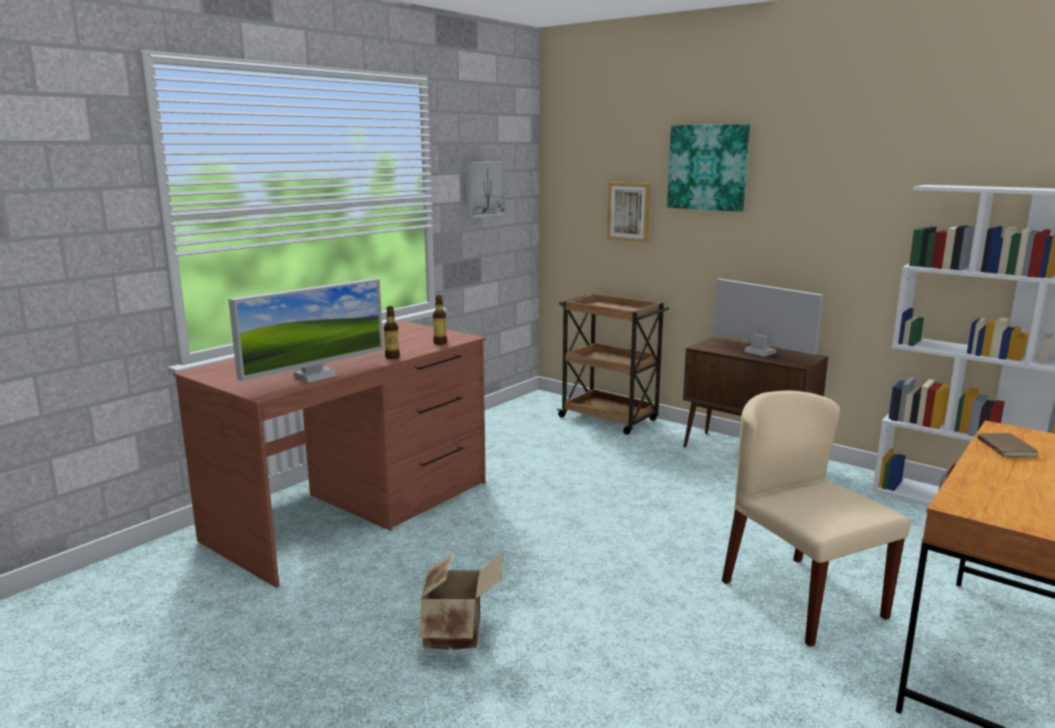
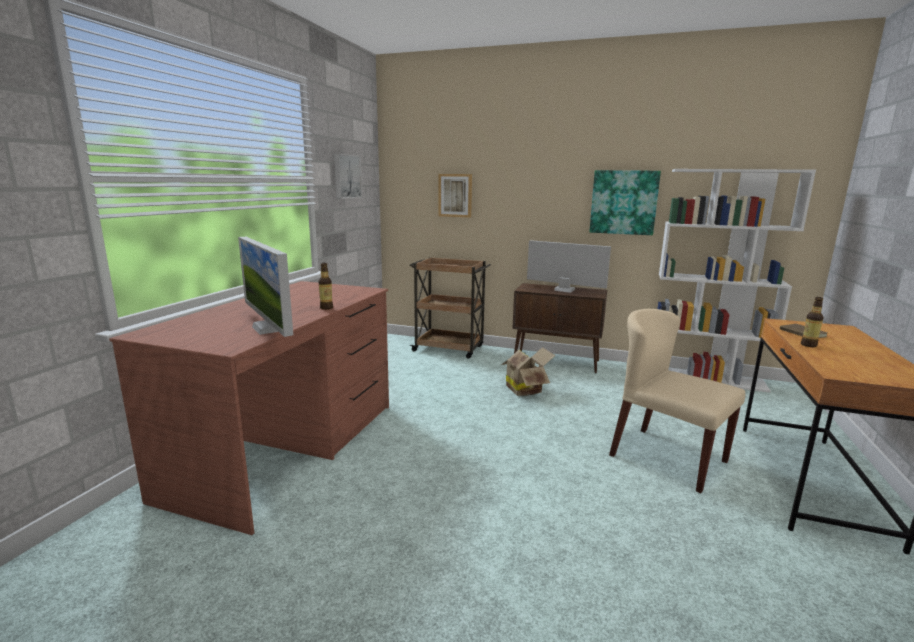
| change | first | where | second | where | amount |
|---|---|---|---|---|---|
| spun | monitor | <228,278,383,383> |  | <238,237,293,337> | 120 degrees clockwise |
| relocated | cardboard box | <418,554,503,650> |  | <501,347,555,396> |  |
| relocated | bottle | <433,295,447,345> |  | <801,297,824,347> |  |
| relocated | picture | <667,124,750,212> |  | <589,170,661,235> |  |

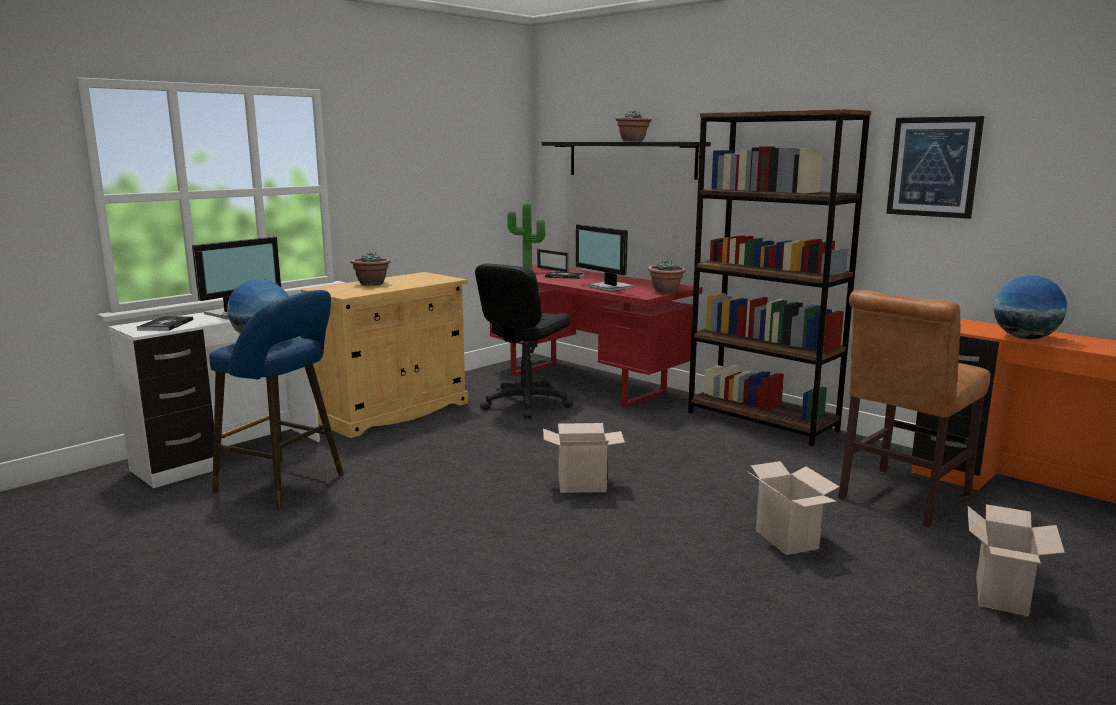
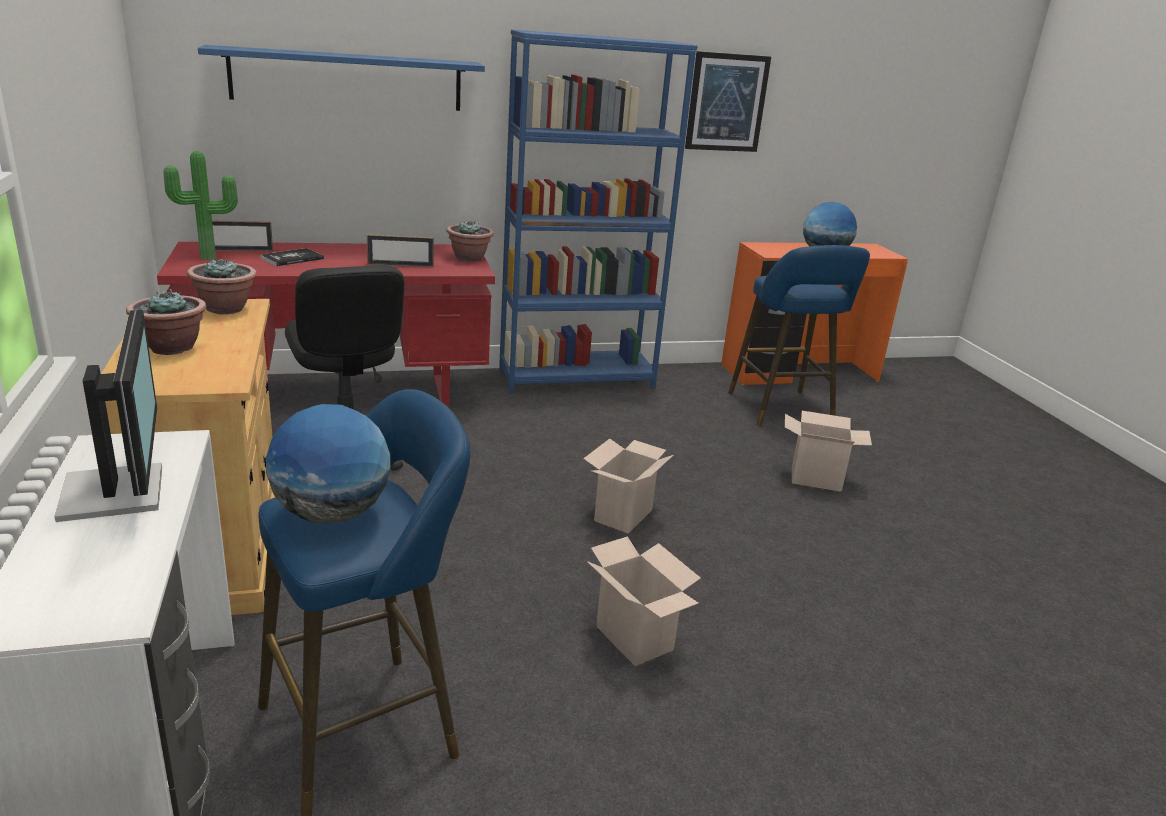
| change | first | where | second | where | amount |
|---|---|---|---|---|---|
| missing | book | <137,316,193,331> |  |  |  |
| colour | shelf (black) | <542,142,711,180> | shelf (blue) | <198,45,485,111> |  |
| exchanged | monitor | <576,224,634,291> | picture frame | <367,234,434,268> |  |
| relocated | potted plant | <616,111,652,142> |  | <187,258,257,314> |  |
| colour | bookcase (brown) | <688,109,871,446> | bookcase (blue) | <499,29,698,394> |  |
| exchanged | chair (brown) | <838,290,991,528> | stool (blue) | <728,245,870,426> |  |
| relocated | cardboard box | <967,504,1065,616> |  | <587,537,701,666> |  |

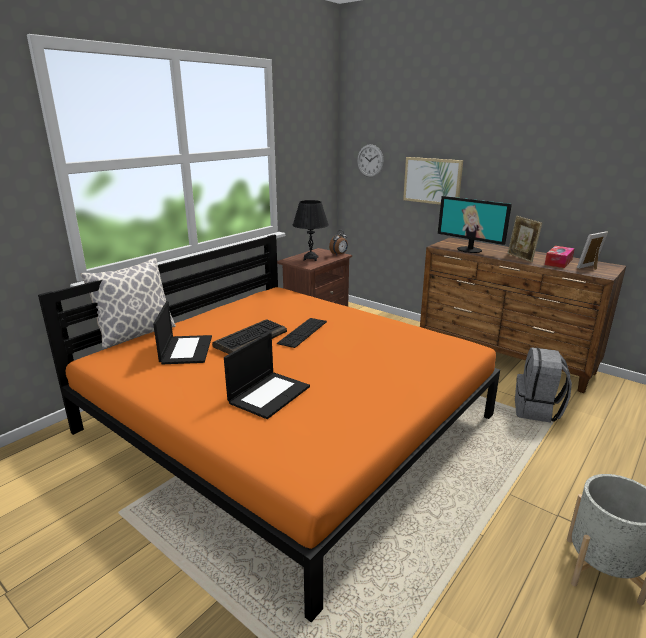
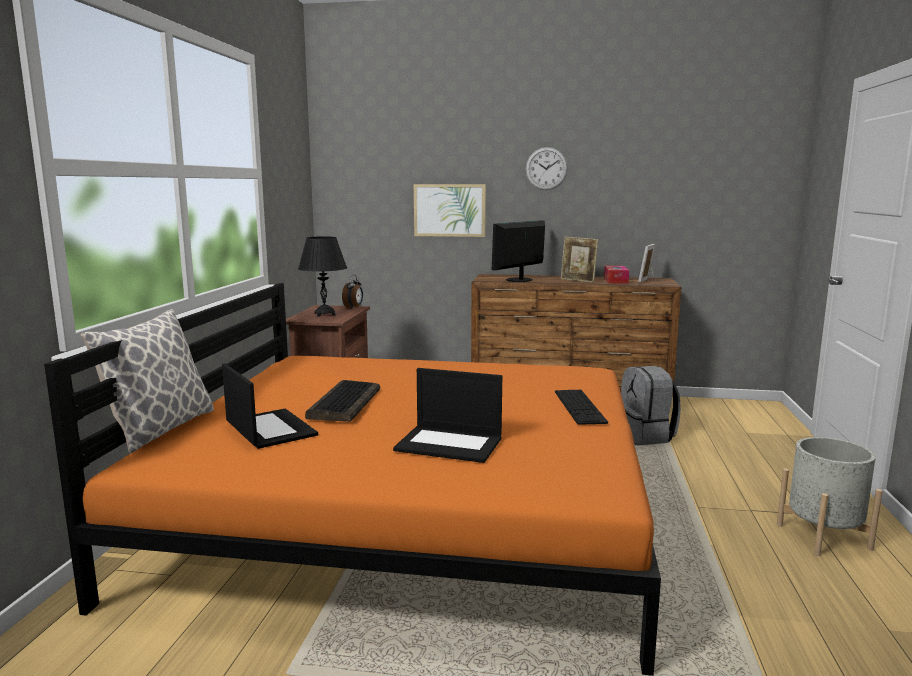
| change | first | where | second | where | amount |
|---|---|---|---|---|---|
| spun | laptop | <224,332,310,419> |  | <393,368,502,463> | 105 degrees clockwise |
| relocated | keyboard | <277,318,327,348> |  | <555,390,608,425> |  |
| relocated | wall clock | <357,144,384,177> |  | <526,147,568,190> |  |
| spun | monitor | <438,196,512,253> |  | <492,220,545,282> | 120 degrees clockwise |

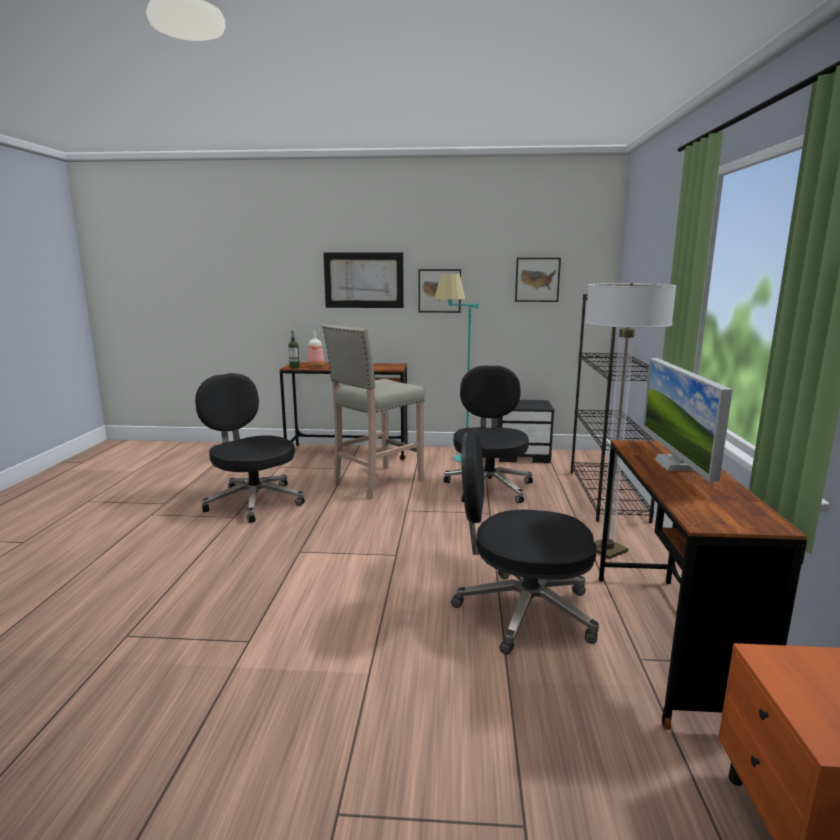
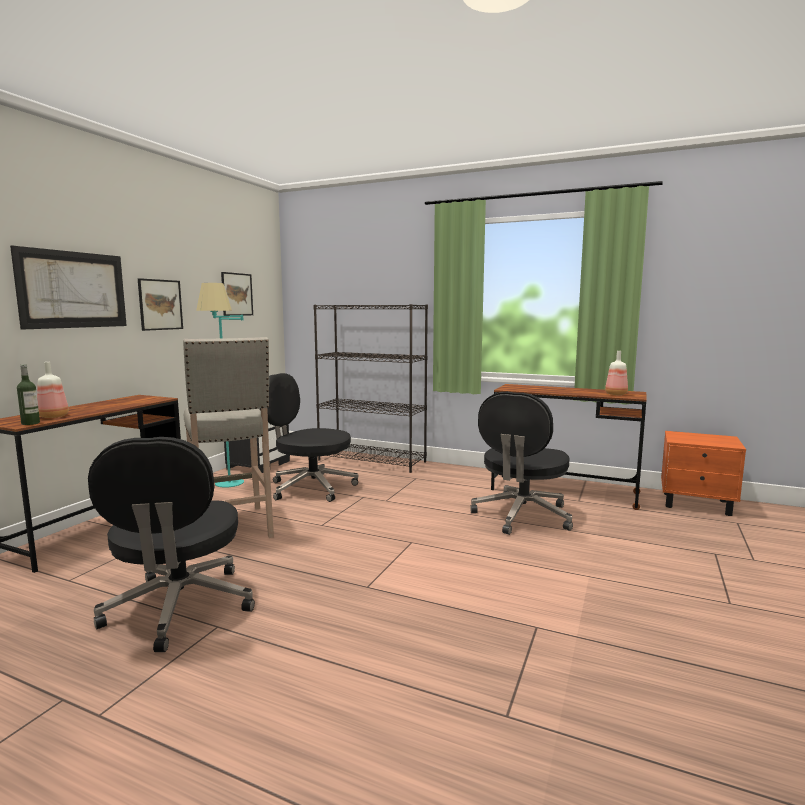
| change | first | where | second | where | amount |
|---|---|---|---|---|---|
| spun | office chair (black) | <195,373,305,523> |  | <88,437,255,652> | 75 degrees counterclockwise |
| missing | floor lamp | <585,283,677,559> |  |  |  |
| missing | monitor | <642,358,733,482> |  |  |  |
| appeared |  |  | bottle | <605,351,628,395> |  |

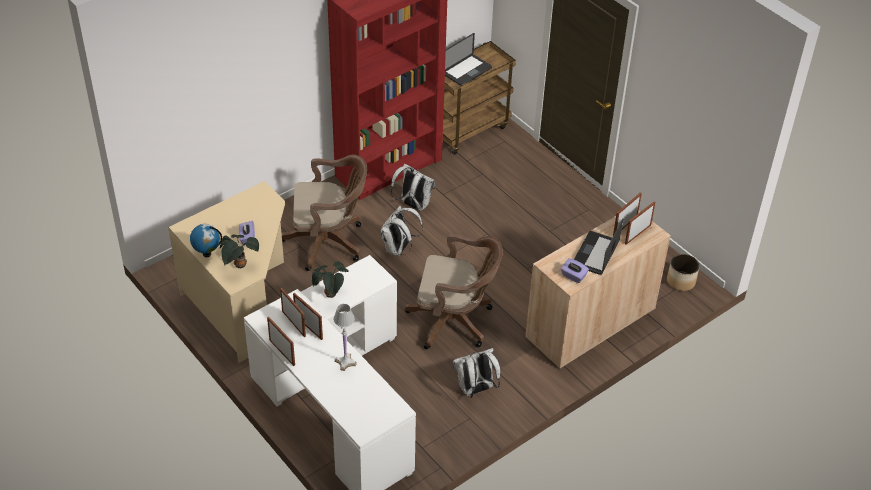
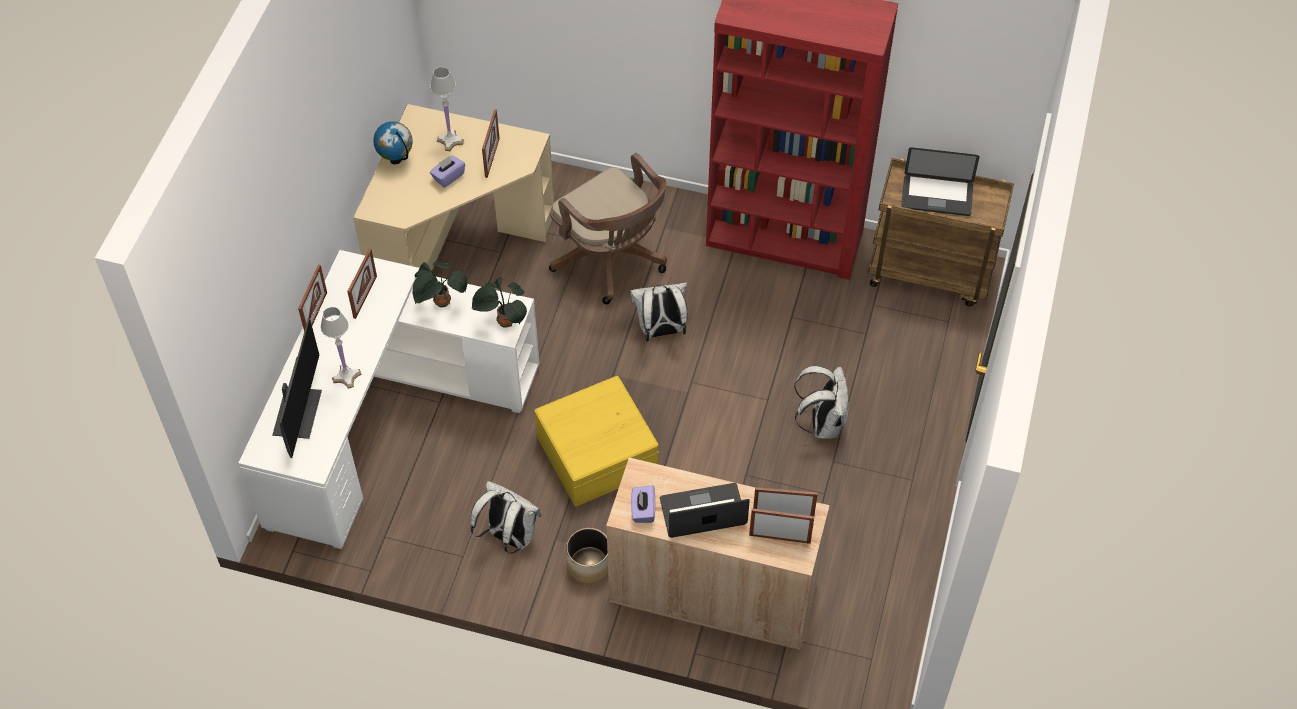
| change | first | where | second | where | amount |
|---|---|---|---|---|---|
| relocated | potted plant | <220,235,259,268> |  | <471,277,527,328> |  |
| relocated | picture frame | <293,293,323,340> |  | <482,109,500,178> |  |
| relocated | backpack (white) | <391,164,435,211> |  | <794,366,849,439> |  |
| exchanged | office chair (brown) | <405,234,503,349> | storage box (yellow) | <535,376,659,506> |  |
| relocated | planter | <667,254,699,291> |  | <566,528,608,584> |  |
| appeared |  |  | monitor | <272,318,322,458> |  |
| appeared |  |  | table lamp (white) | <430,67,464,151> |  |

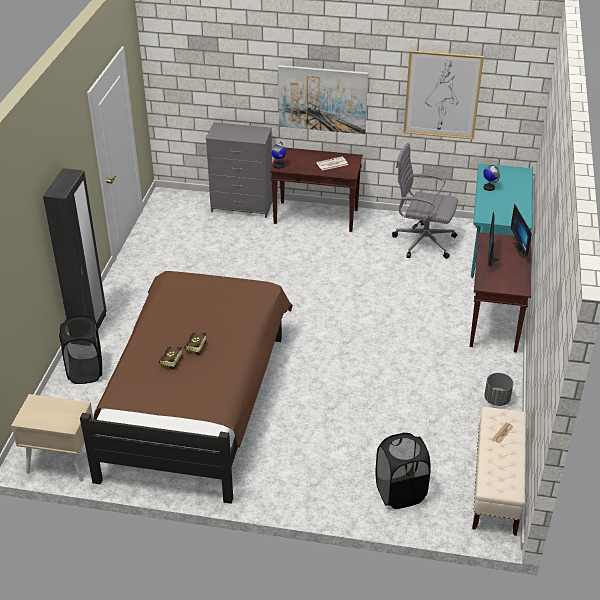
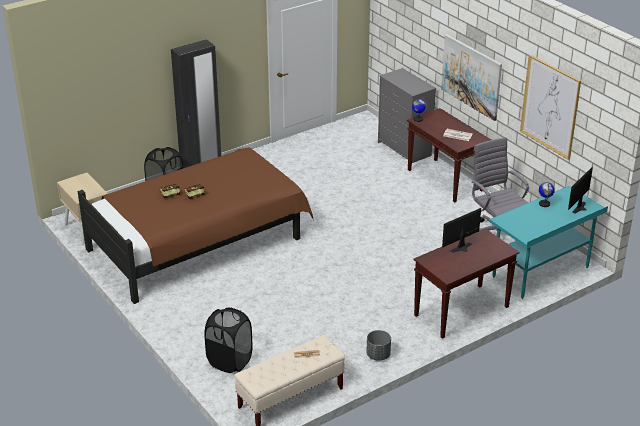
| change | first | where | second | where | amount |
|---|---|---|---|---|---|
| relocated | monitor | <511,204,532,258> |  | <568,167,593,214> |  |

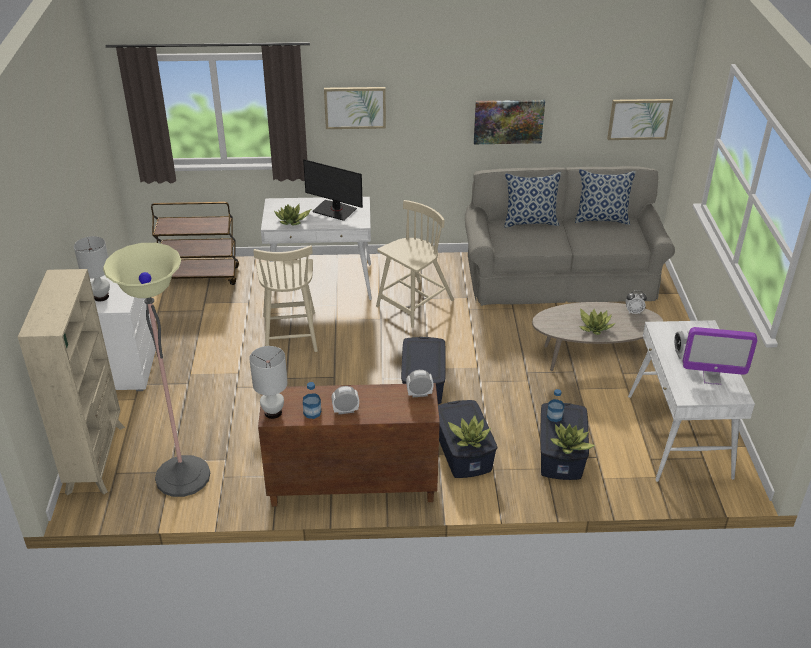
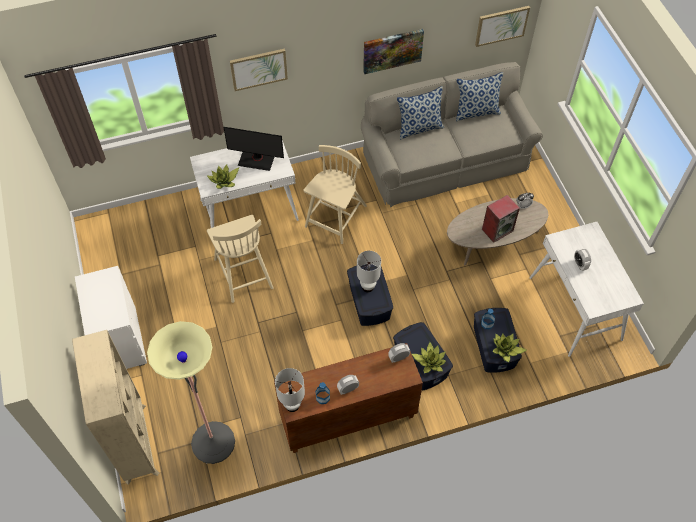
| change | first | where | second | where | amount |
|---|---|---|---|---|---|
| relocated | table lamp (white) | <74,236,110,301> |  | <357,251,381,292> |  |
| missing | cart (brown) | <151,202,239,285> |  |  |  |
| exchanged | potted plant | <579,308,615,335> | speaker | <482,195,520,243> |  |
| missing | monitor | <683,327,757,385> |  |  |  |

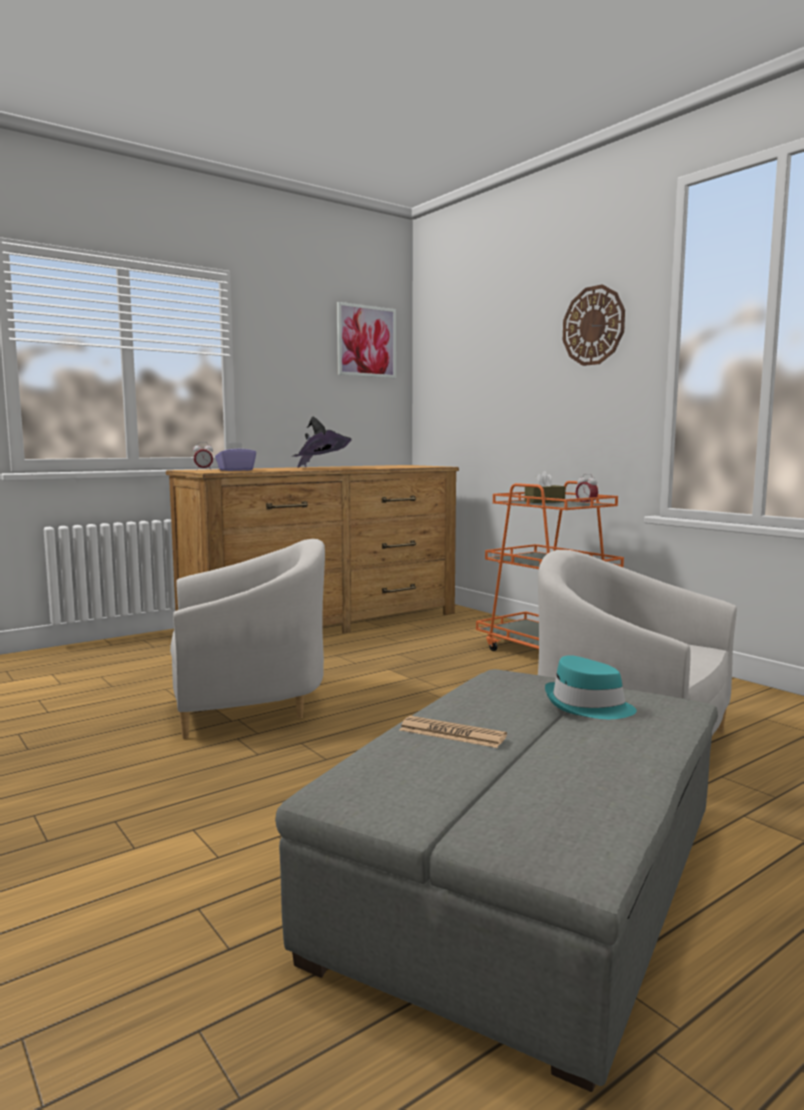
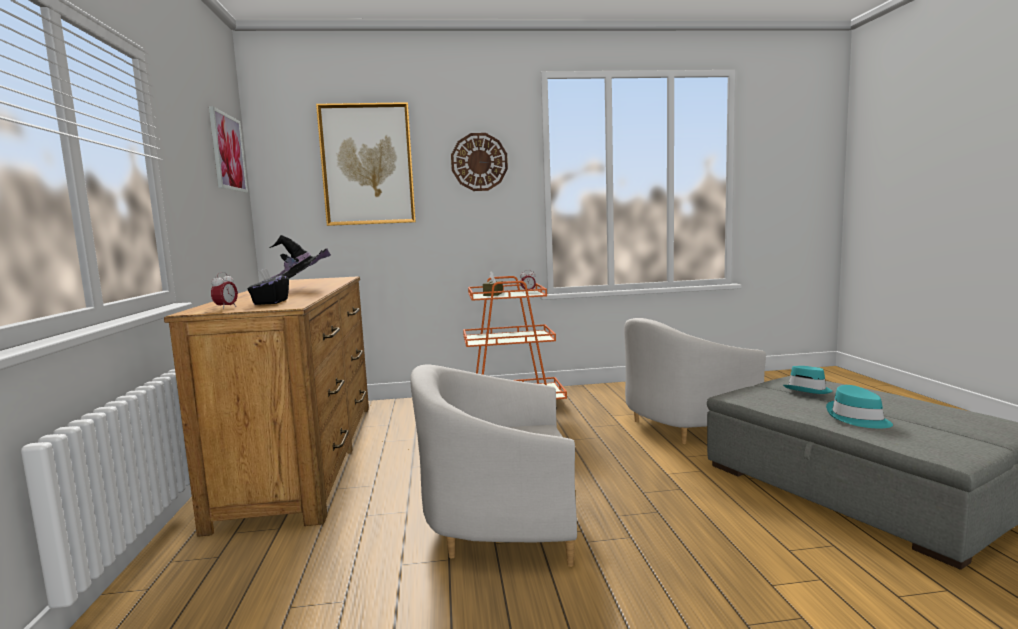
| change | first | where | second | where | amount |
|---|---|---|---|---|---|
| spun | armchair (white) | <170,539,325,739> |  | <410,365,577,567> | 105 degrees counterclockwise |
| colour | tissue box (purple) | <215,442,256,471> | tissue box (black) | <247,268,289,305> |  |
| exchanged | newspaper | <400,716,507,748> | hat (turquoise) | <826,385,893,428> |  |
| appeared |  |  | picture | <316,102,416,226> |  |

